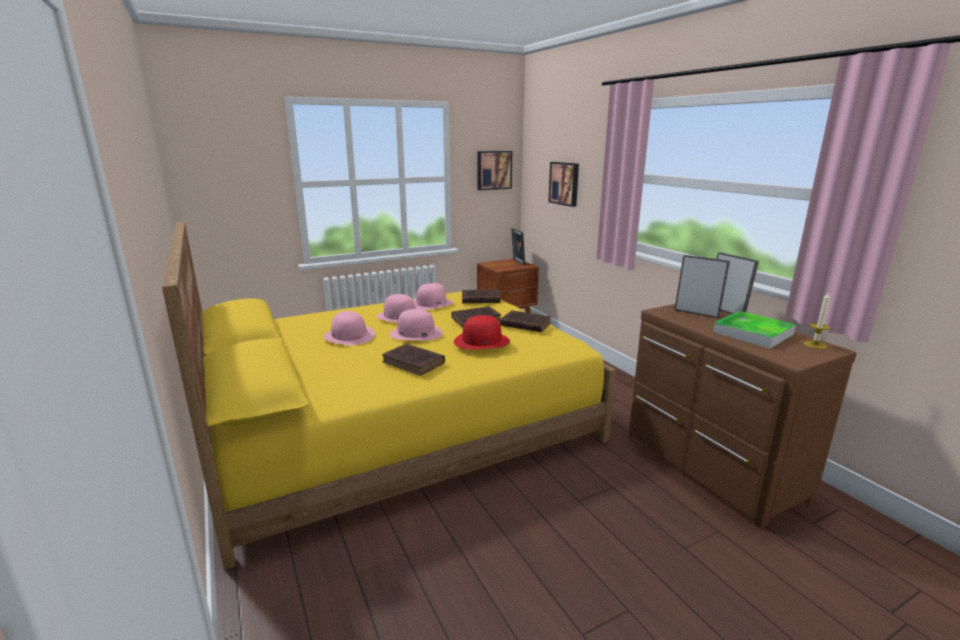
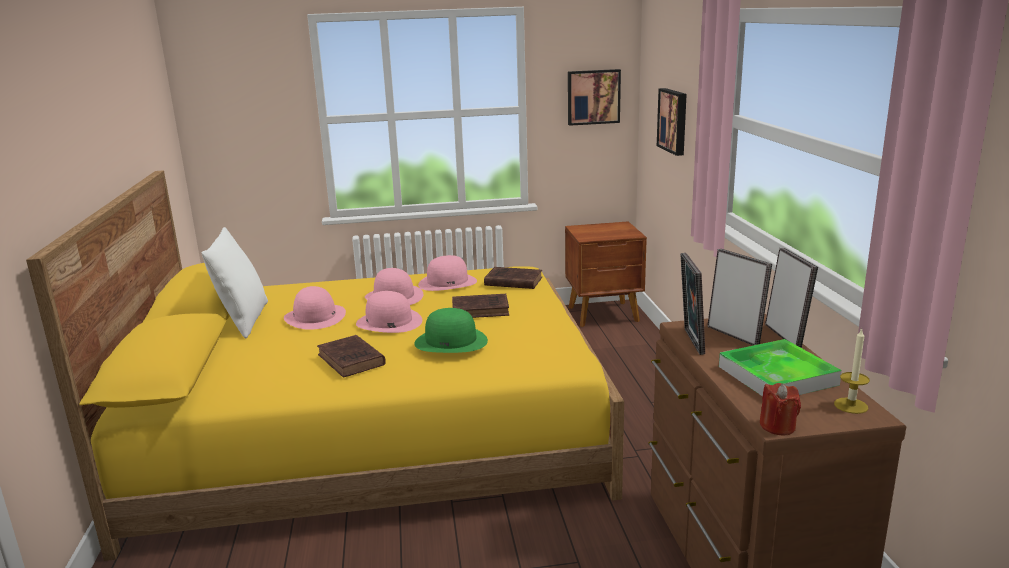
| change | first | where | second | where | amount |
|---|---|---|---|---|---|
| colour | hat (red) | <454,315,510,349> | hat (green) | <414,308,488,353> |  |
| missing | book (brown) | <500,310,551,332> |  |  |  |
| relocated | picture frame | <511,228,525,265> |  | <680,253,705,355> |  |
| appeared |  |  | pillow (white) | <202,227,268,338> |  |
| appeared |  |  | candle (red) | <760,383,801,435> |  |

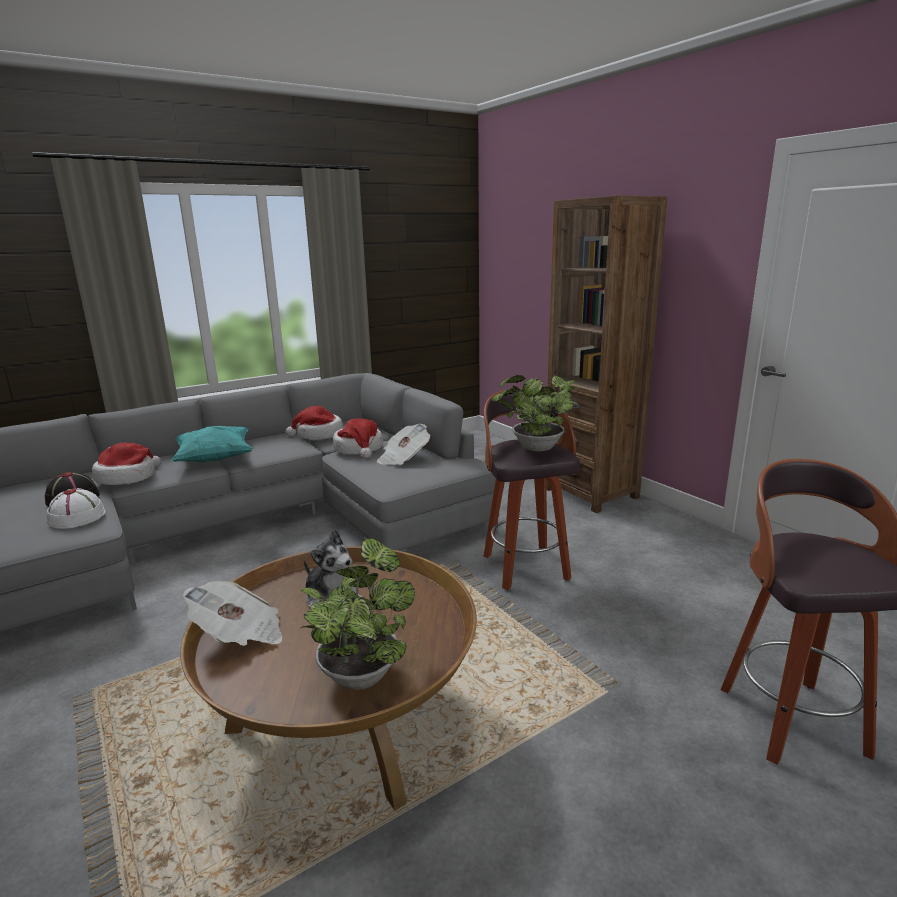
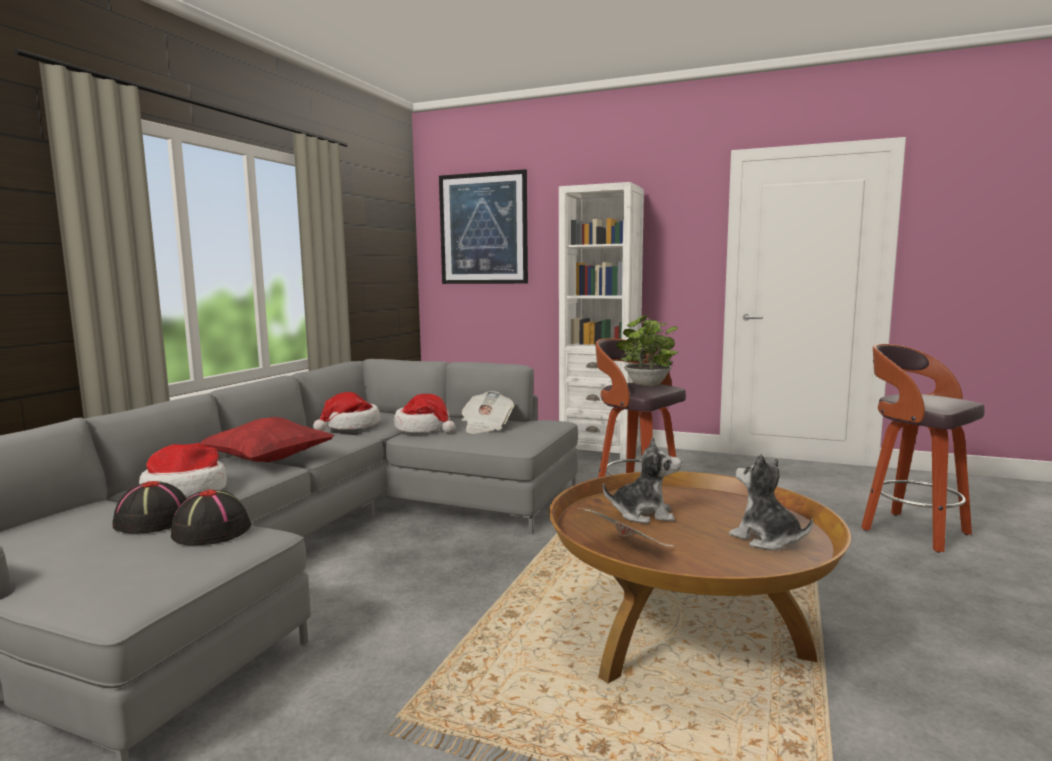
| change | first | where | second | where | amount |
|---|---|---|---|---|---|
| colour | hat (white) | <47,488,105,529> | hat (black) | <171,489,252,545> |  |
| colour | pillow (turquoise) | <171,426,253,462> | pillow (red) | <201,417,334,462> |  |
| exchanged | potted plant | <300,538,415,690> | plush toy | <729,454,813,550> |  |
| colour | bookcase (brown) | <546,195,667,513> | bookcase (white) | <559,182,644,460> |  |
| appeared |  |  | picture | <439,169,528,284> |  |

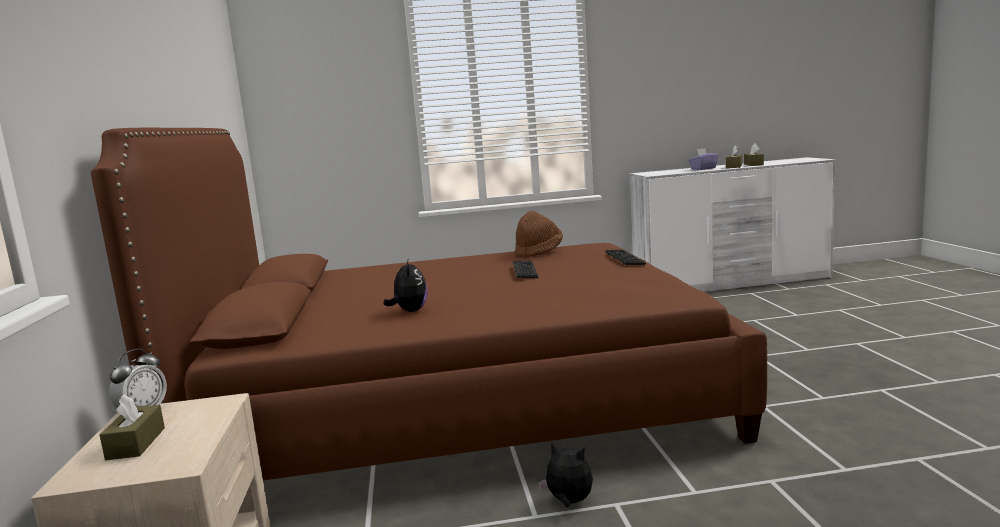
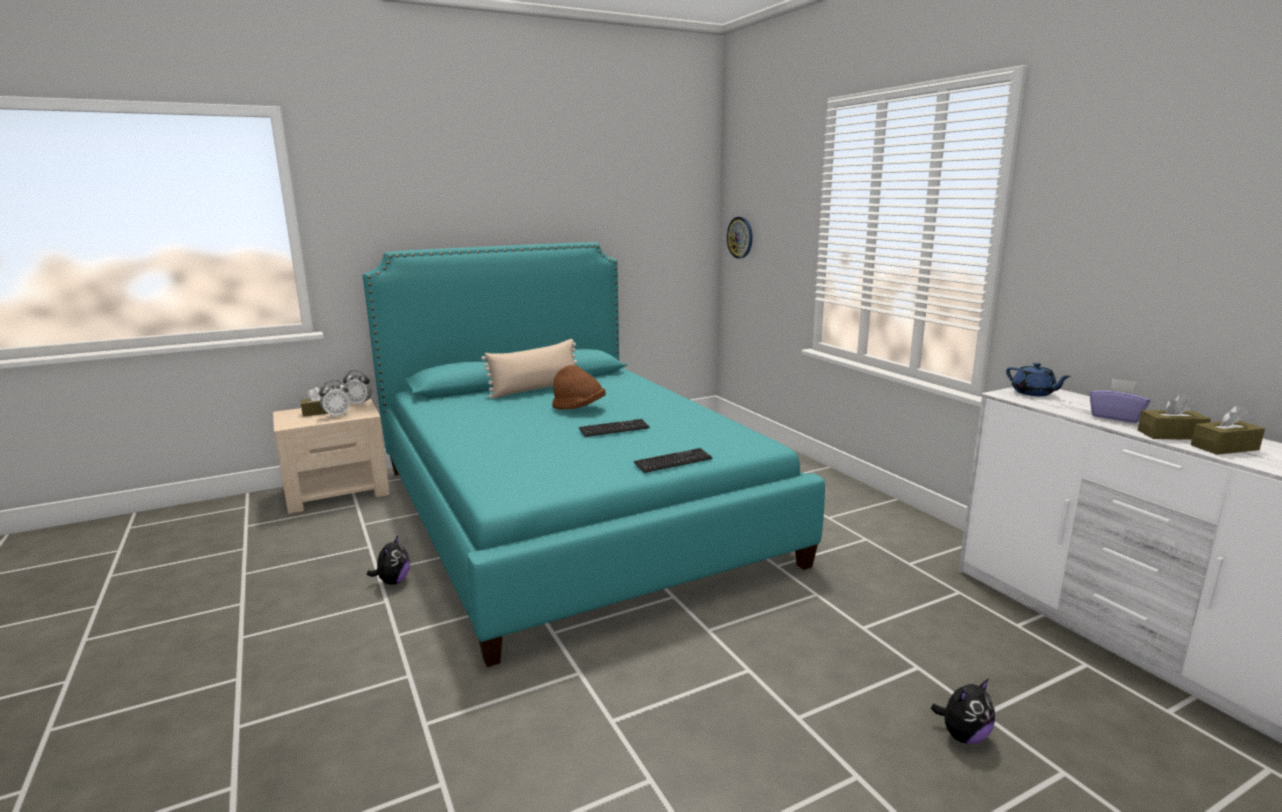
| change | first | where | second | where | amount |
|---|---|---|---|---|---|
| colour | bed (brown) | <91,128,767,480> | bed (turquoise) | <363,242,825,667> |  |
| relocated | plush toy | <383,260,428,312> |  | <931,679,995,744> |  |
| relocated | hat (brown) | <515,211,563,258> |  | <552,365,606,410> |  |
| appeared |  |  | alarm clock | <319,380,350,418> |  |
| appeared |  |  | pillow (beige) | <481,339,577,399> |  |
| appeared |  |  | wall clock | <727,217,753,259> |  |
| appeared |  |  | teapot (blue) | <1006,363,1072,396> |  |

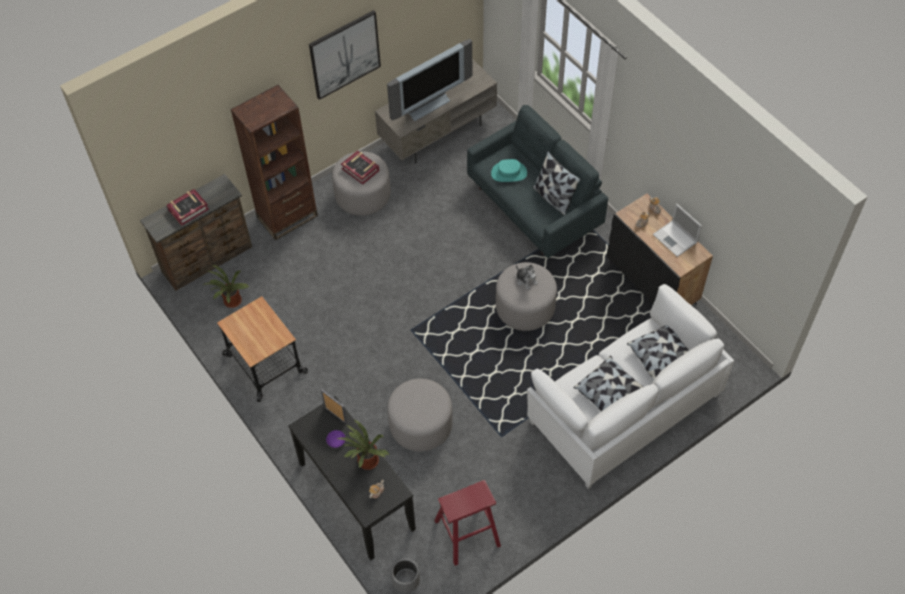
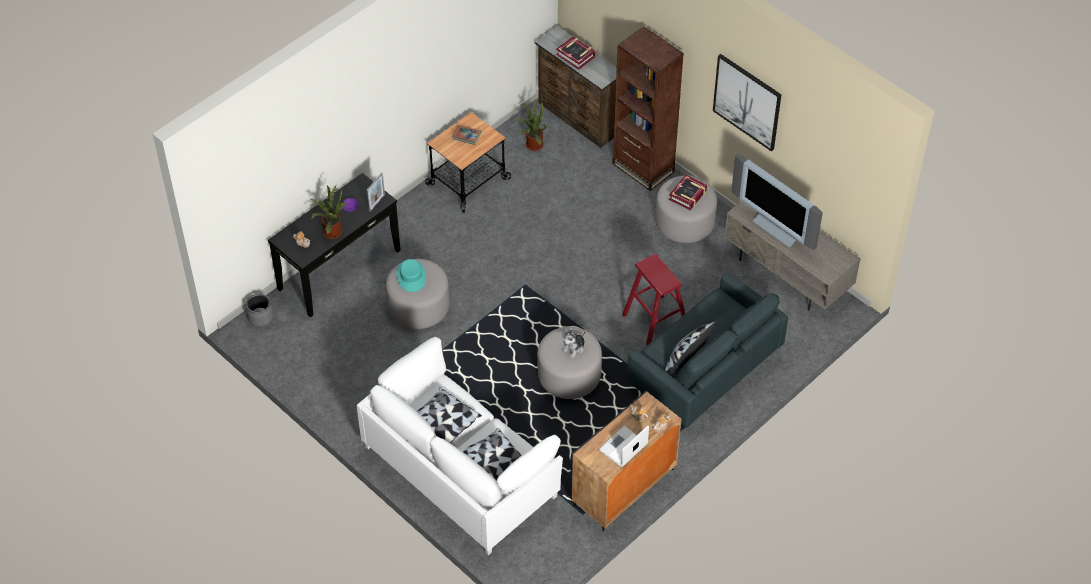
| change | first | where | second | where | amount |
|---|---|---|---|---|---|
| relocated | stool (red) | <434,480,501,566> |  | <622,254,685,345> |  |
| relocated | hat (turquoise) | <491,159,527,182> |  | <396,259,426,292> |  |
| appeared |  |  | book | <452,125,481,145> |  |

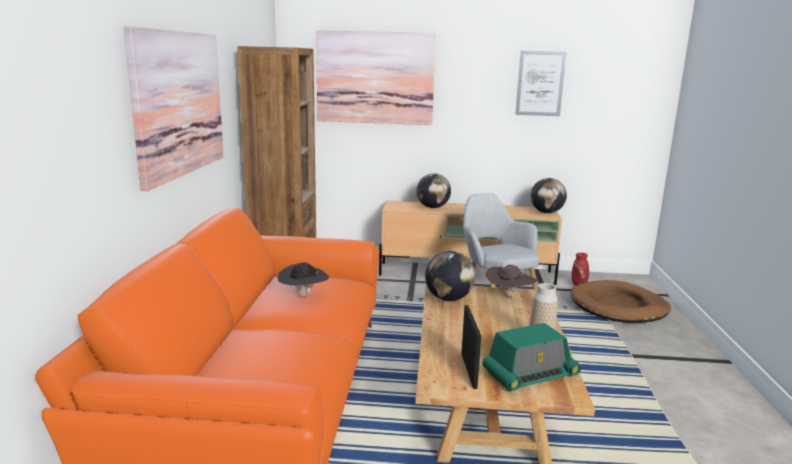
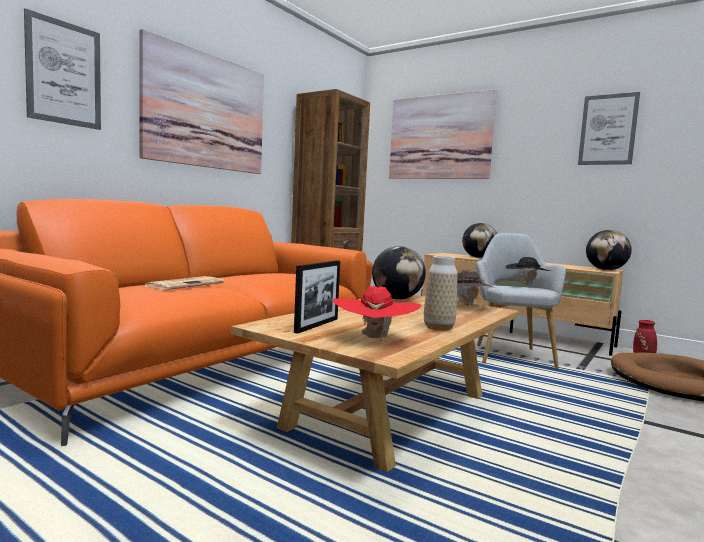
| change | first | where | second | where | amount |
|---|---|---|---|---|---|
| relocated | hat (black) | <277,262,329,297> |  | <506,257,550,286> |  |
| exchanged | radio | <482,323,581,392> | hat (red) | <332,286,421,342> |  |
| appeared |  |  | picture | <24,8,101,130> |  |
| appeared |  |  | newspaper | <145,276,224,290> |  |

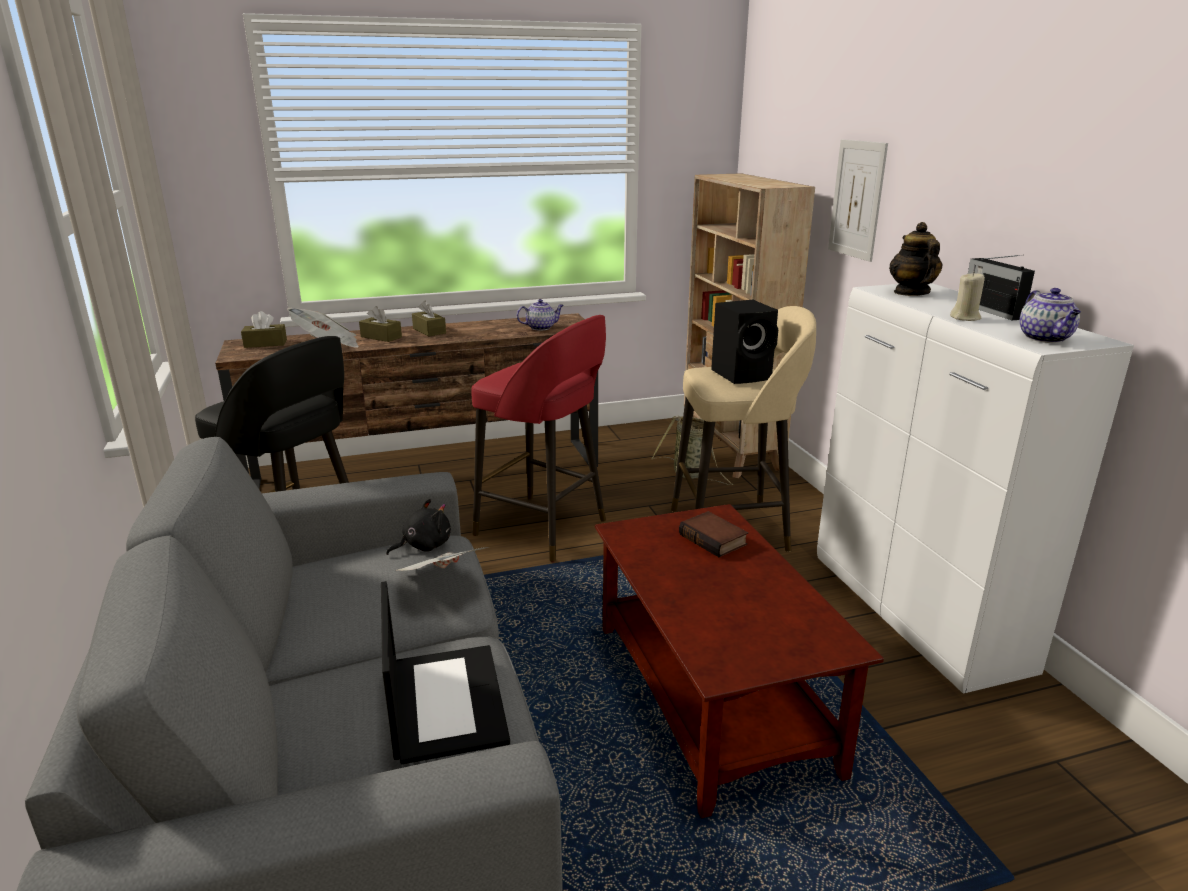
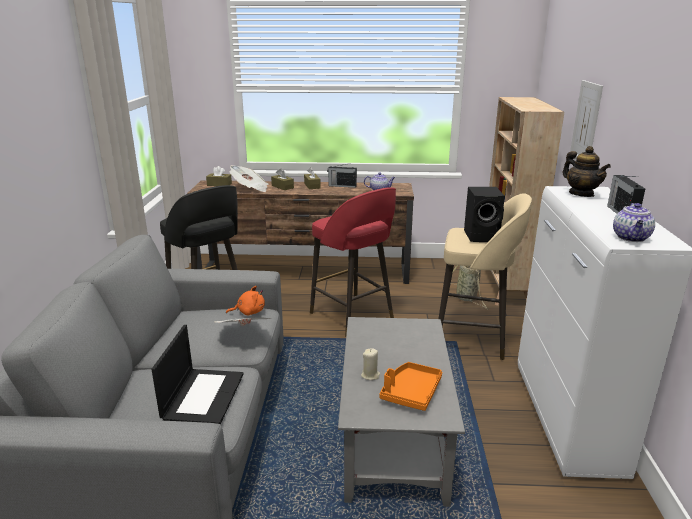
| change | first | where | second | where | amount |
|---|---|---|---|---|---|
| colour | plush toy (black) | <386,499,451,555> | plush toy (orange) | <226,286,265,316> |  |
| colour | coffee table (brown) | <595,504,884,818> | coffee table (grey) | <338,317,465,507> |  |
| missing | book | <679,511,748,557> |  |  |  |
| spun | teapot | <889,222,943,296> |  | <562,146,611,197> | 135 degrees clockwise |
| relocated | candle (beige) | <950,271,985,321> |  | <361,348,380,380> |  |
| appeared |  |  | radio | <327,163,357,188> |  |
| appeared |  |  | tray (orange) | <379,362,442,411> |  |

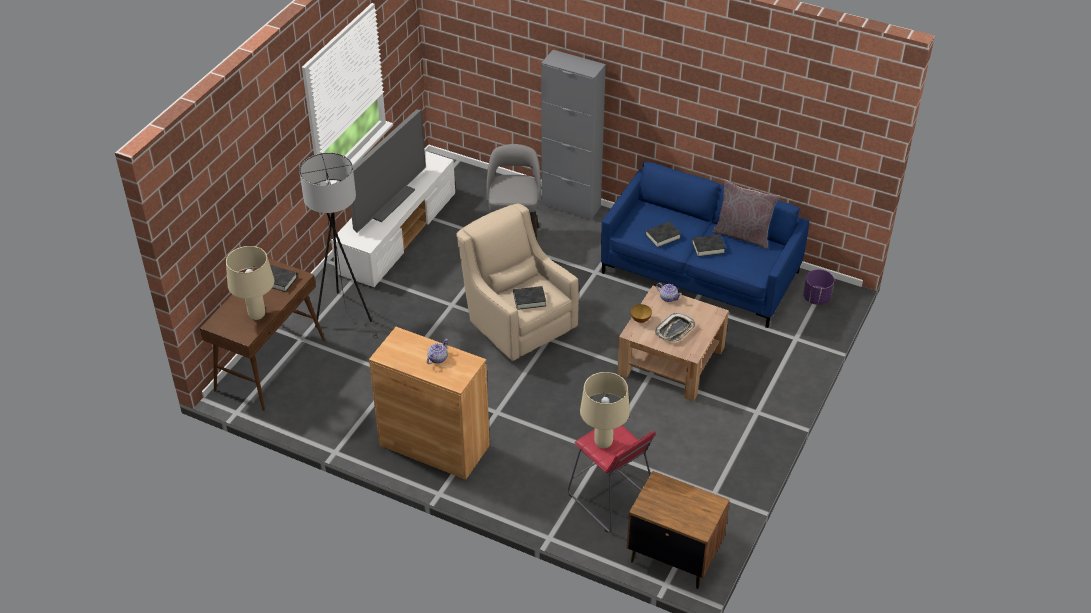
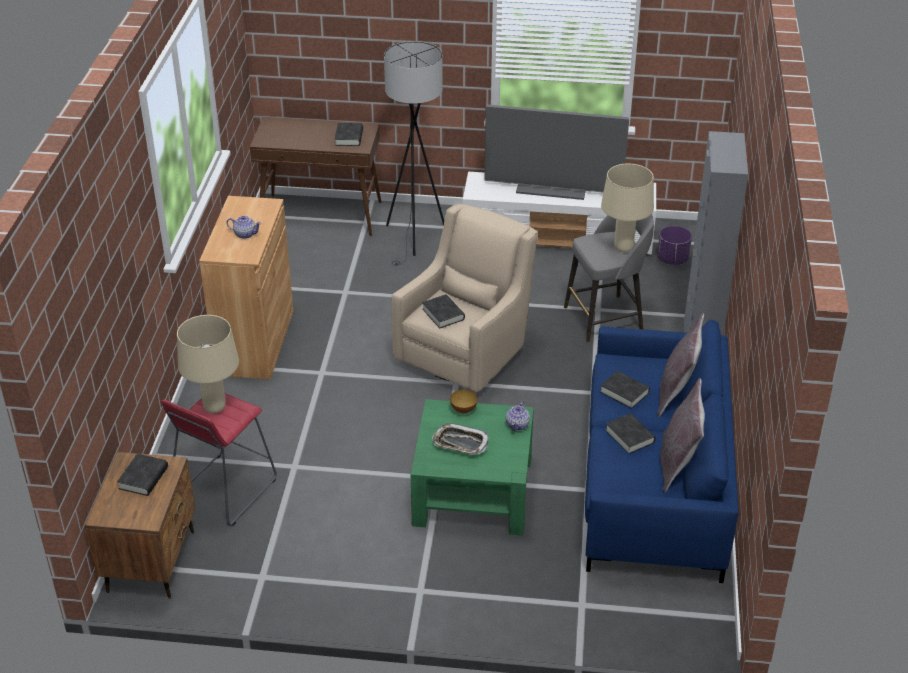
| change | first | where | second | where | amount |
|---|---|---|---|---|---|
| relocated | table lamp (beige) | <226,246,274,320> |  | <601,164,654,252> |  |
| colour | coffee table (brown) | <617,286,729,401> | coffee table (green) | <411,399,534,535> |  |
| relocated | planter (purple) | <803,270,834,305> |  | <657,226,692,265> |  |
| appeared |  |  | book (black) | <117,454,168,496> |  |
| appeared |  |  | pillow (grey) | <657,313,704,417> |  |

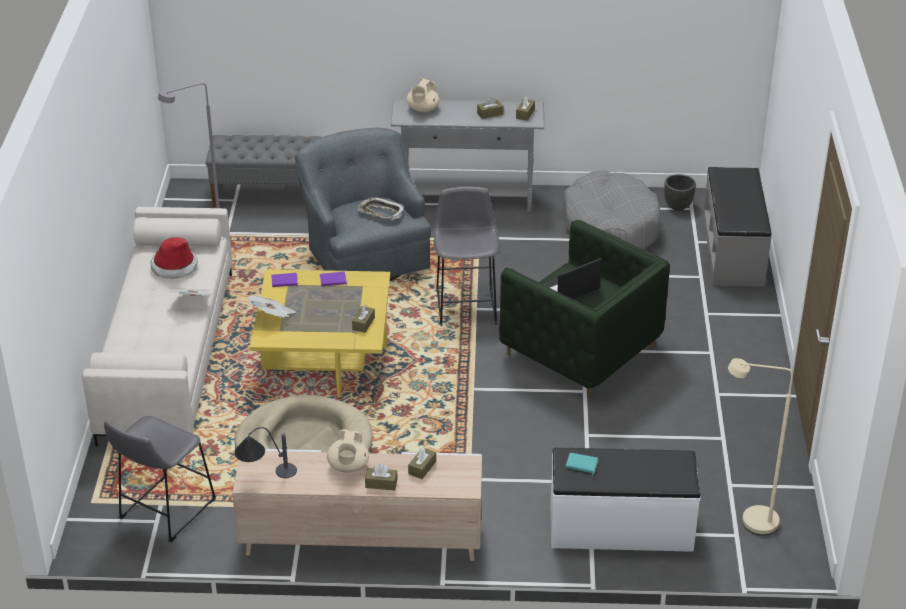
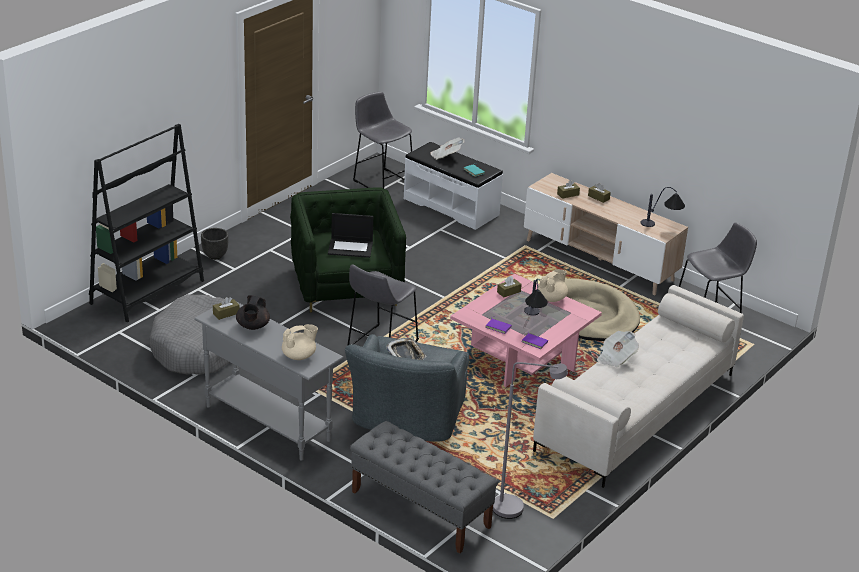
| change | first | where | second | where | amount |
|---|---|---|---|---|---|
| missing | hat | <150,237,198,279> |  |  |  |
| relocated | newspaper | <248,295,296,318> |  | <430,137,465,160> |  |
| colour | coffee table (yellow) | <250,269,390,398> | coffee table (pink) | <450,273,602,387> |  |
| relocated | teapot (beige) | <327,429,369,473> |  | <538,269,568,302> |  |
| exchanged | tissue box (brown) | <477,97,503,119> | teapot (black) | <236,295,270,330> |  |
| relocated | planter (black) | <664,174,696,211> |  | <201,228,229,260> |  |
| exchanged | bench (grey) | <703,167,772,287> | bookcase (black) | <89,124,204,323> |  |
| exchanged | floor lamp (beige) | <728,358,793,535> | stool (grey) | <353,91,412,189> |  |
| appeared |  |  | table lamp | <524,279,548,315> |  |

